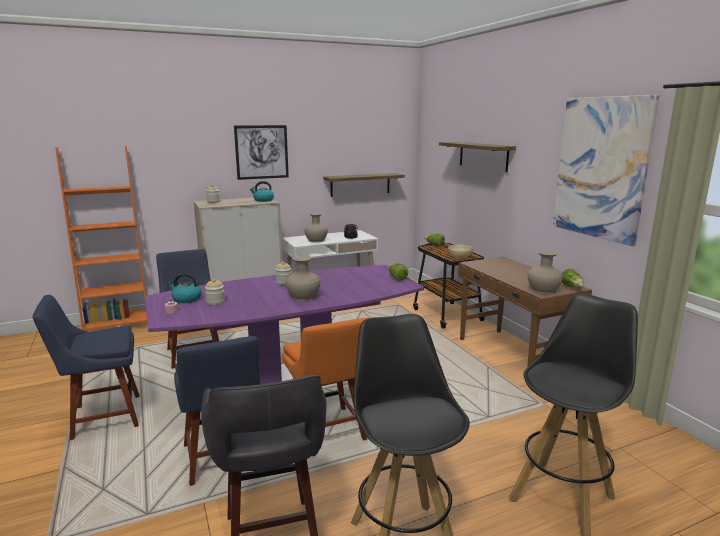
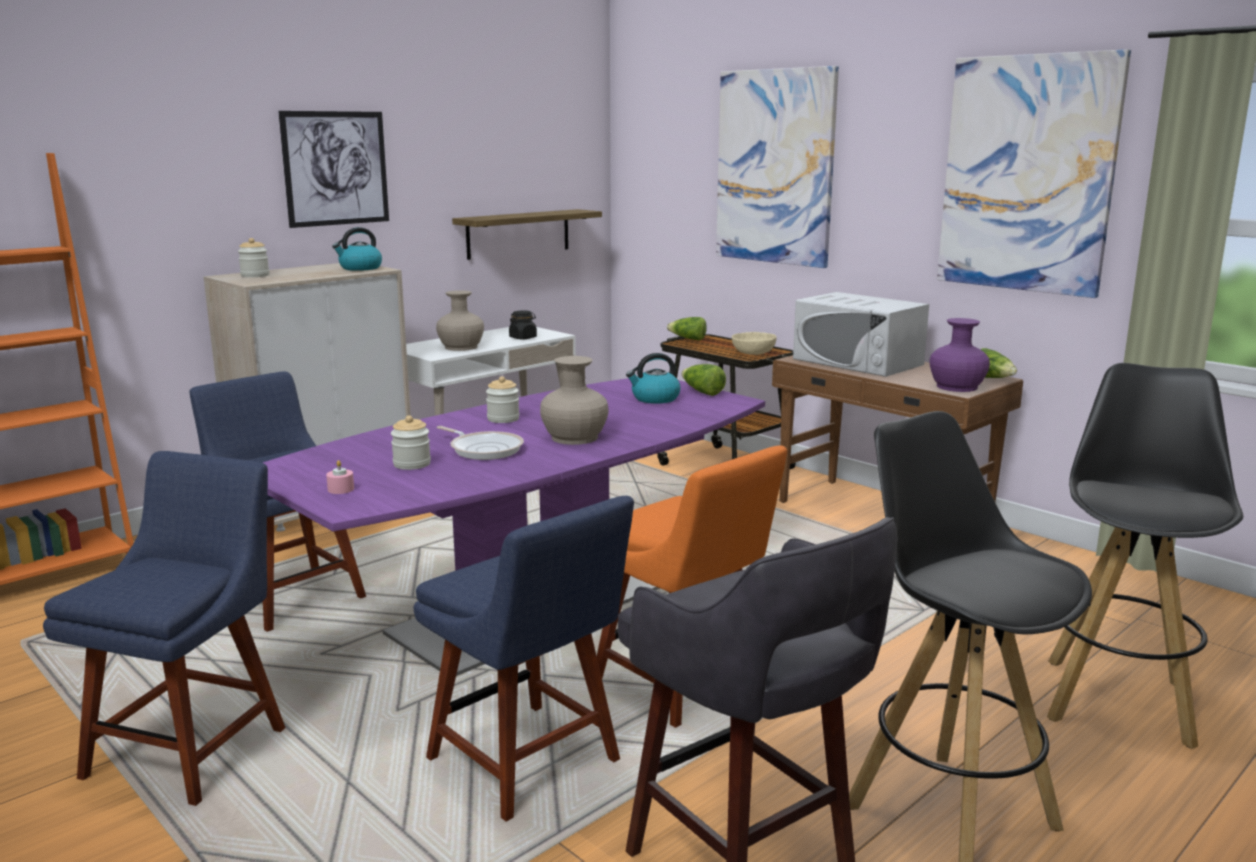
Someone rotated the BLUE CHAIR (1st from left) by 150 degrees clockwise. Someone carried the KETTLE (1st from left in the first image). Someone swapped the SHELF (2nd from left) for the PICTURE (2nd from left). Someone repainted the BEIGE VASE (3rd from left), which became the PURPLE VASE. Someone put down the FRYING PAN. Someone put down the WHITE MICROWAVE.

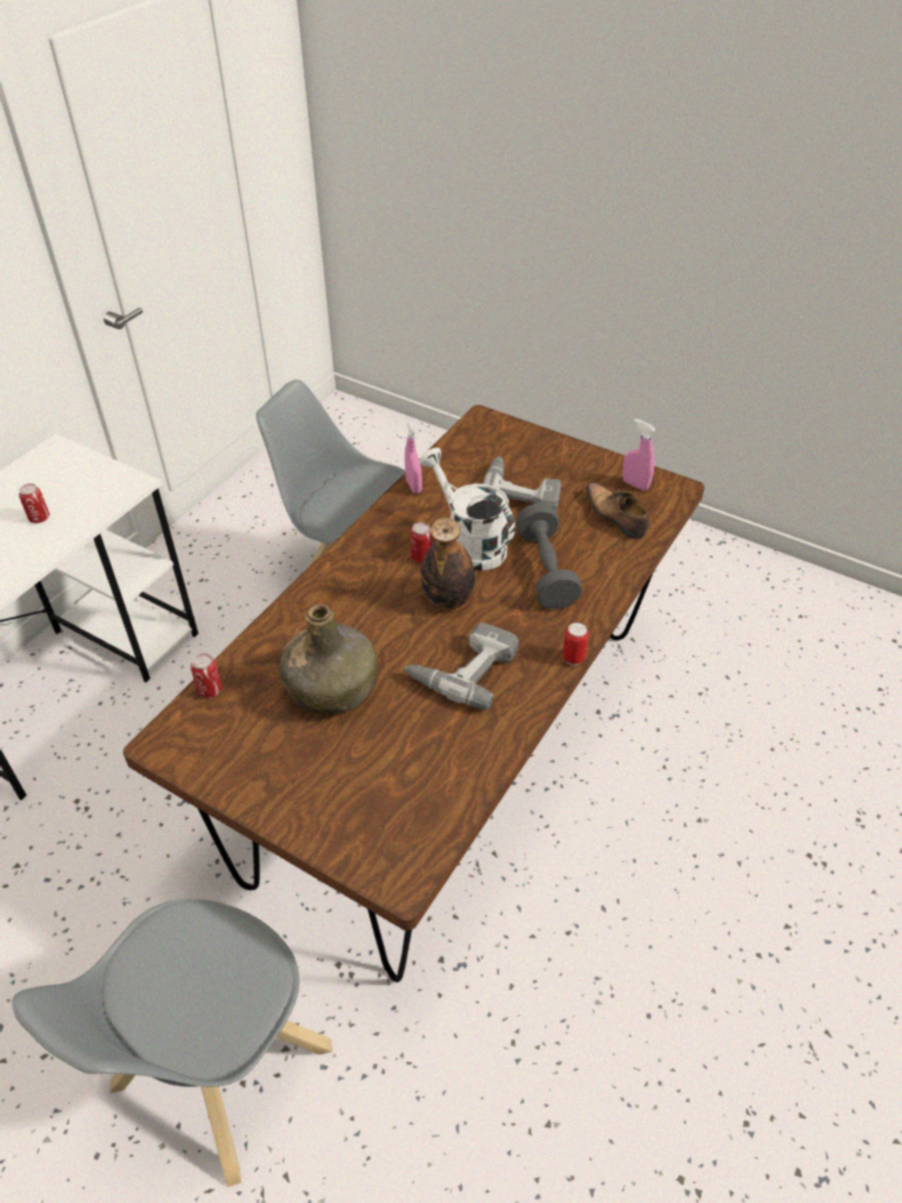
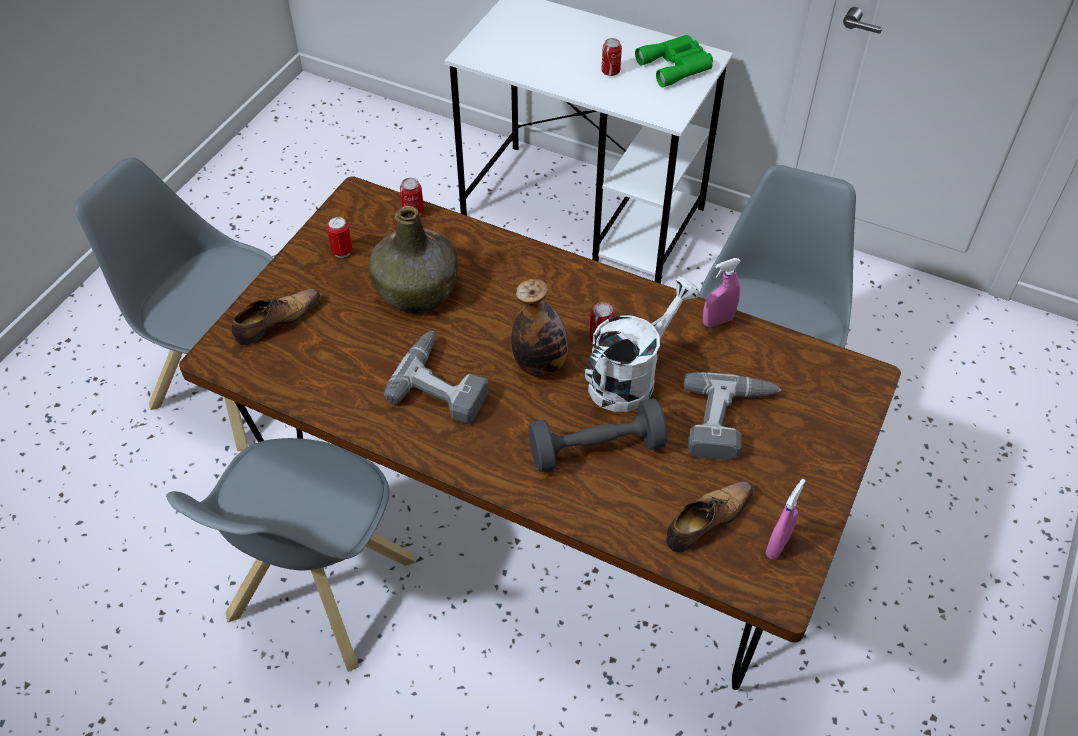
Someone carried the CAN (4th from left in the first image). Someone put down the GREY CHAIR (2nd from left). Someone put down the SHOE (1st from left). Someone put down the GREEN BINOCULARS.

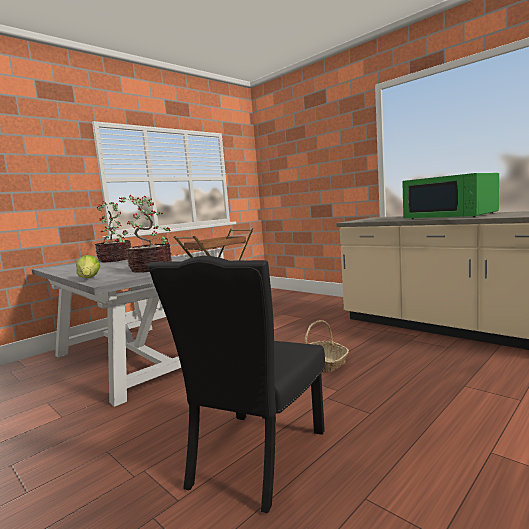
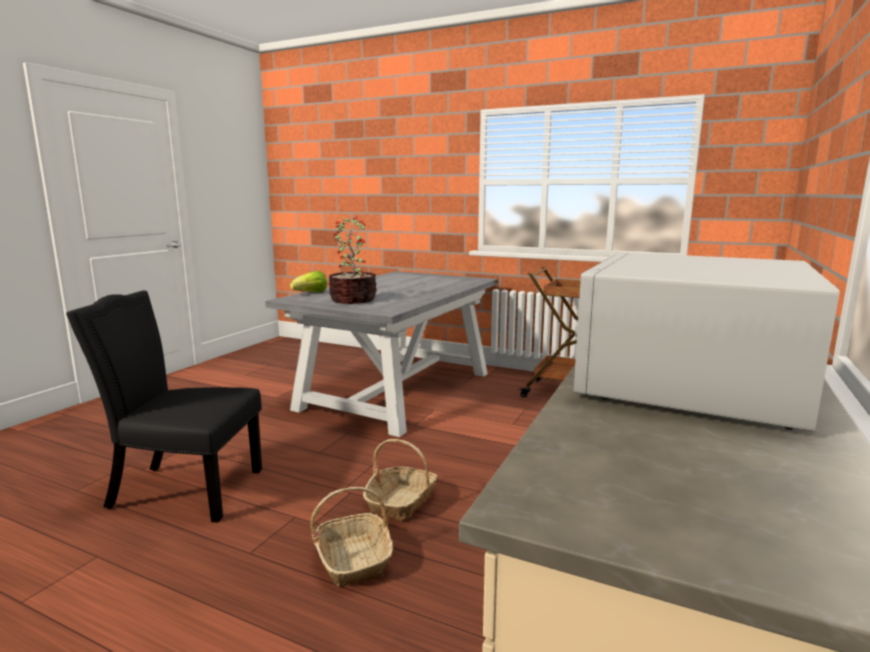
Someone took away the POTTED PLANT (1st from left). Someone repainted the GREEN MICROWAVE, which became the WHITE MICROWAVE. Someone put down the BASKET (1st from left).

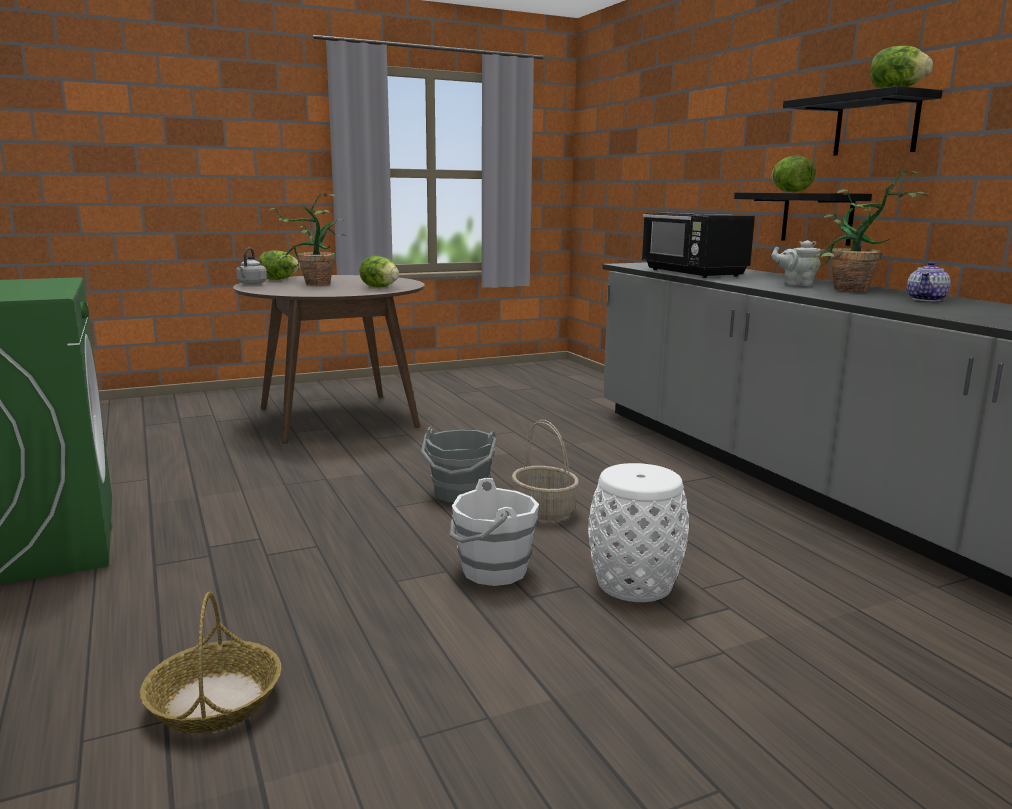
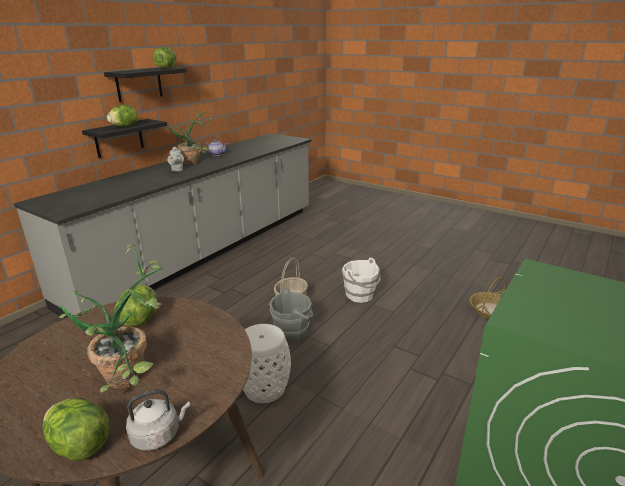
Someone carried the WHITE STOOL. Someone took away the BLACK MICROWAVE.

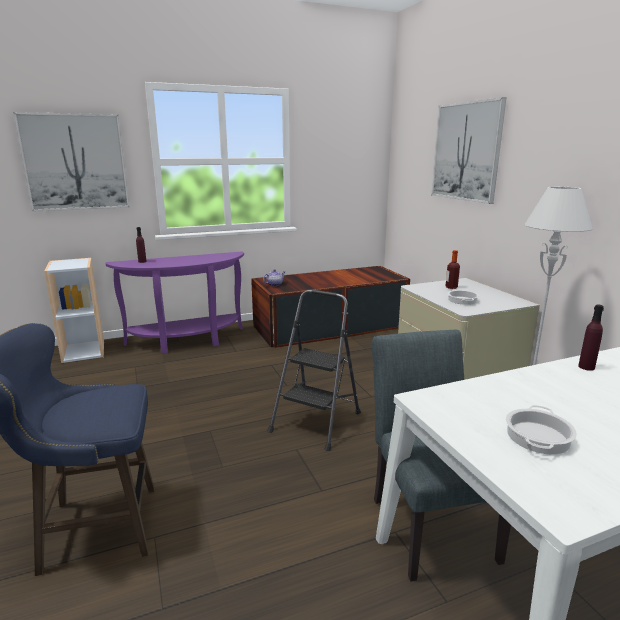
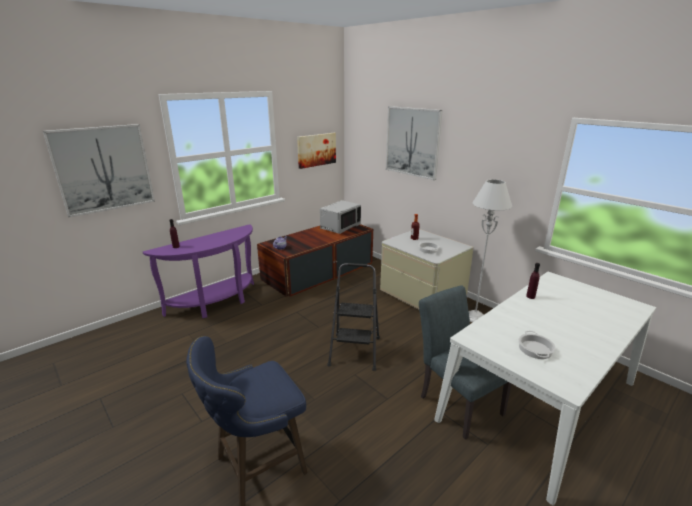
Someone took away the BOOKCASE. Someone put up the PICTURE (2nd from left). Someone put down the GREY MICROWAVE.

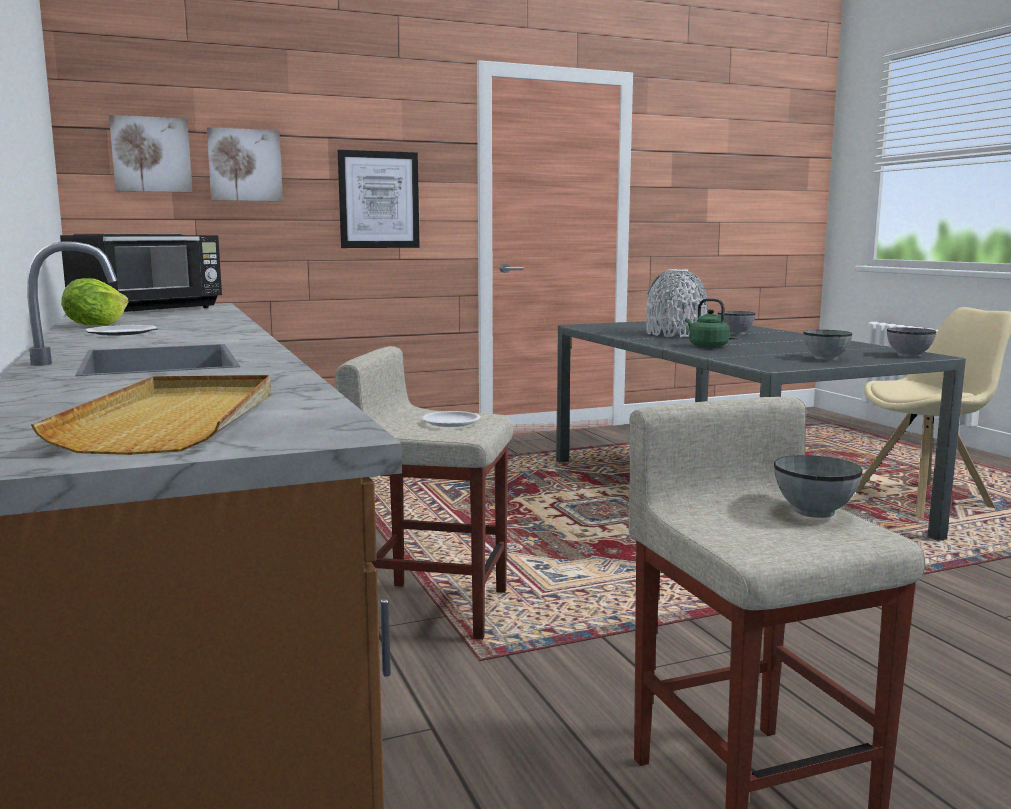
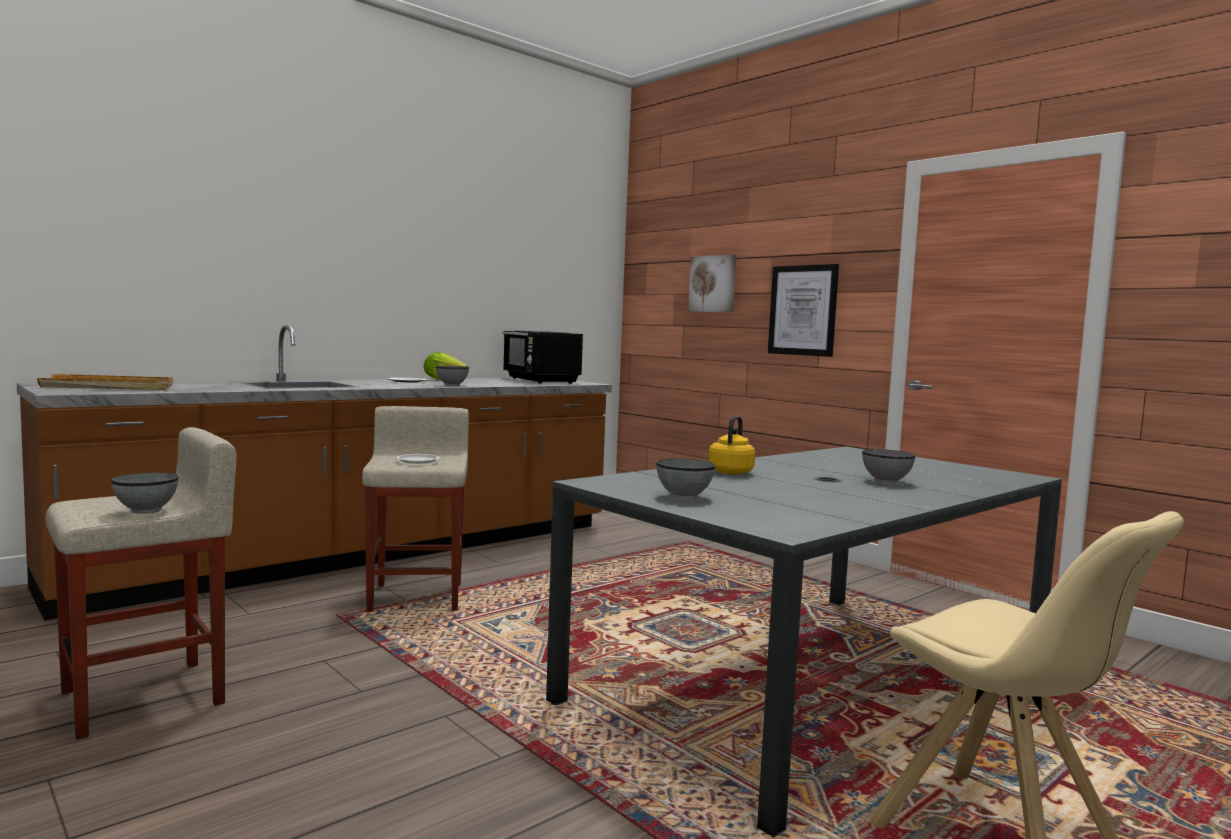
Someone rotated the BLACK MICROWAVE by 45 degrees clockwise. Someone took away the PICTURE (1st from left). Someone took away the GREY VASE. Someone repainted the GREEN KETTLE, which became the YELLOW KETTLE. Someone carried the GREY BOWL (4th from left in the first image).

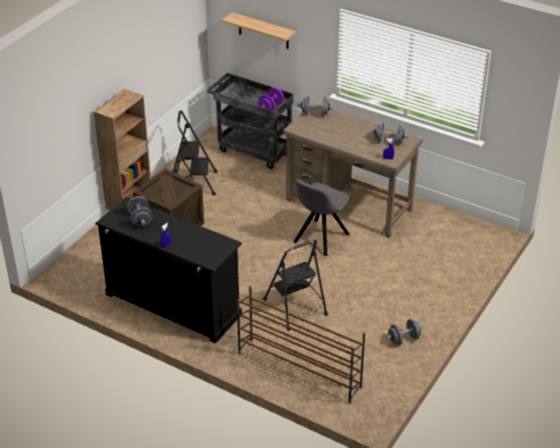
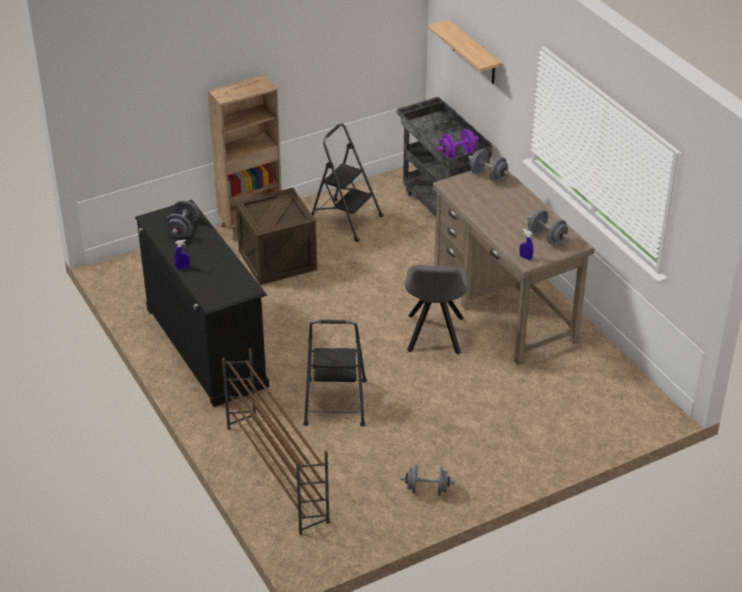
Someone rotated the GREY CHAIR by 60 degrees counterclockwise.

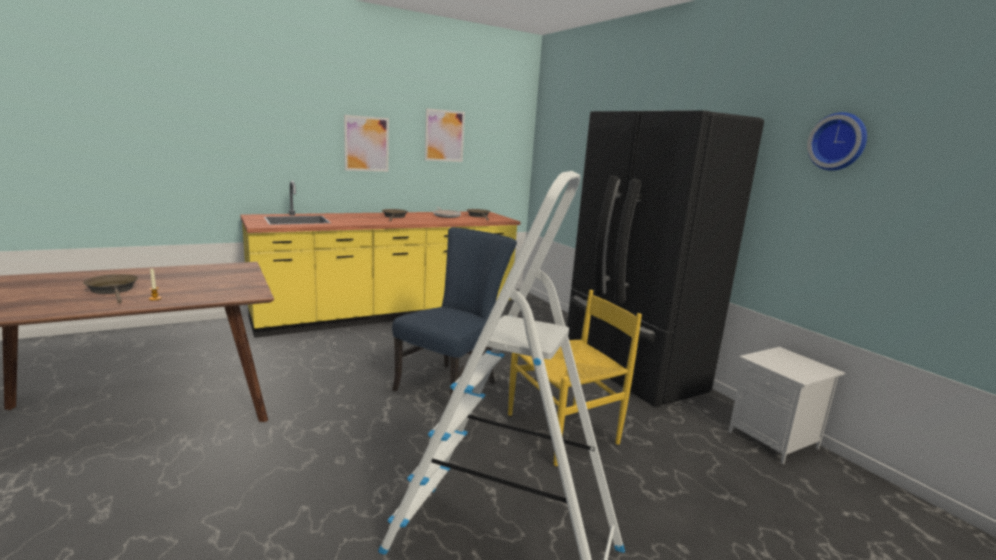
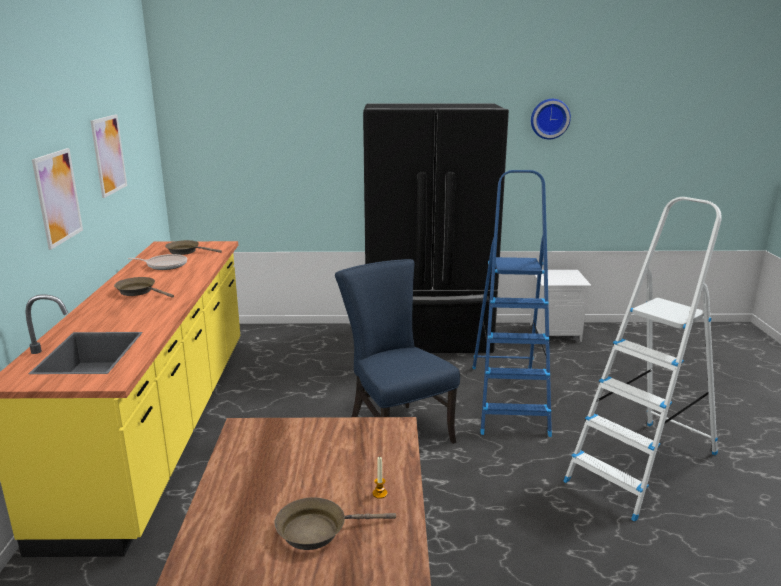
Someone swapped the YELLOW CHAIR for the BLUE STEP LADDER.

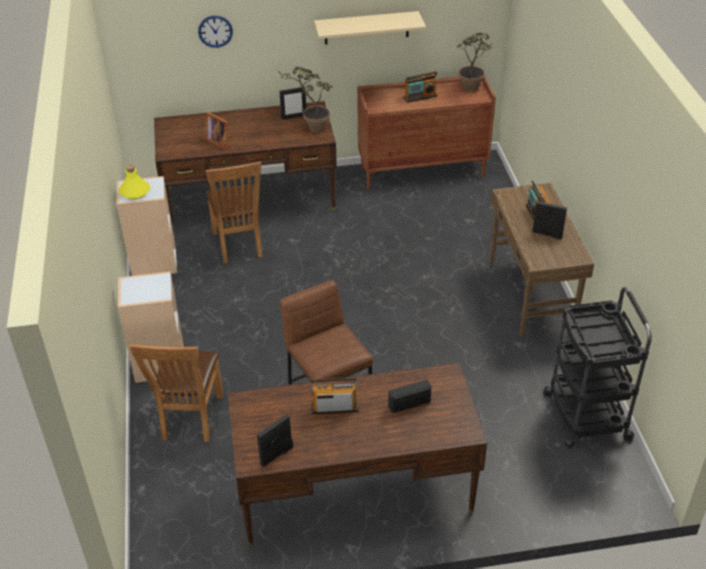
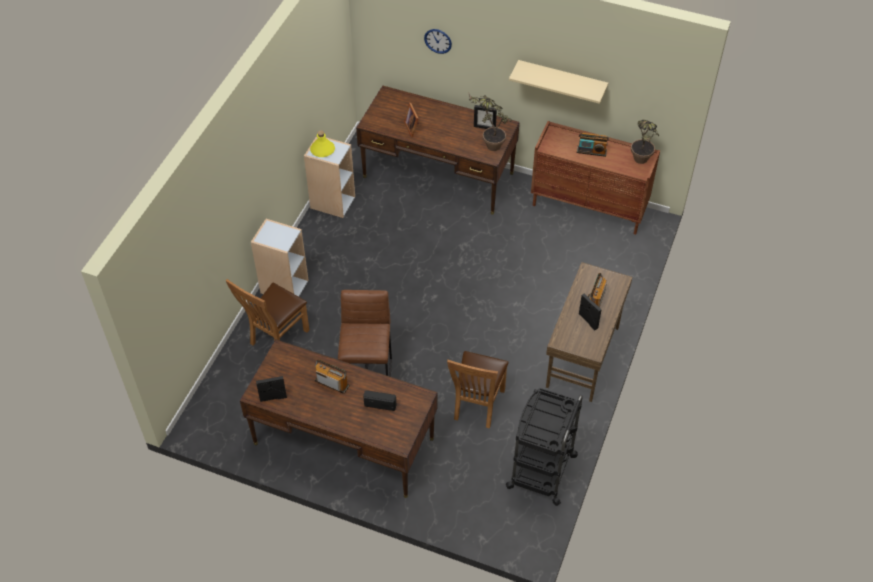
Someone carried the BROWN CHAIR (2nd from left).

